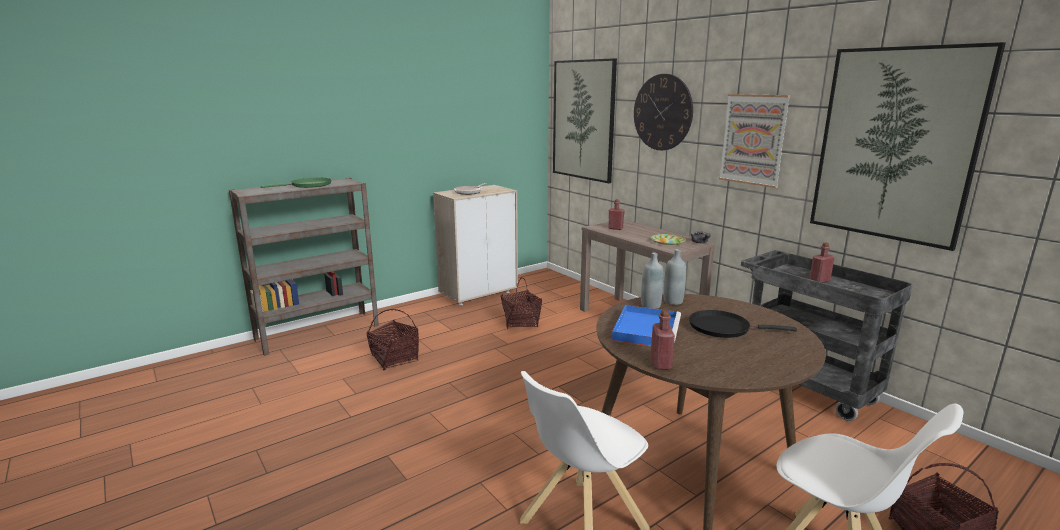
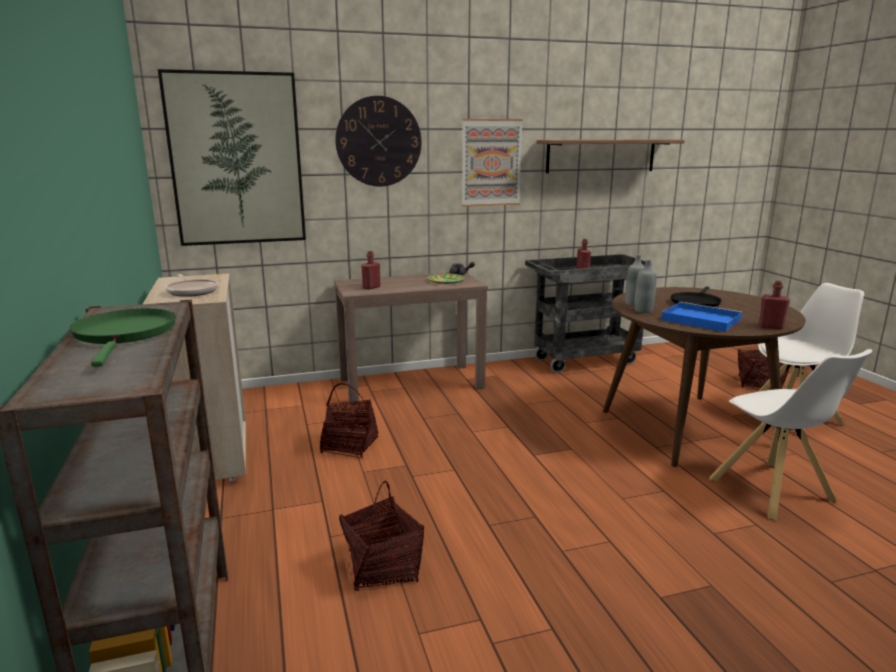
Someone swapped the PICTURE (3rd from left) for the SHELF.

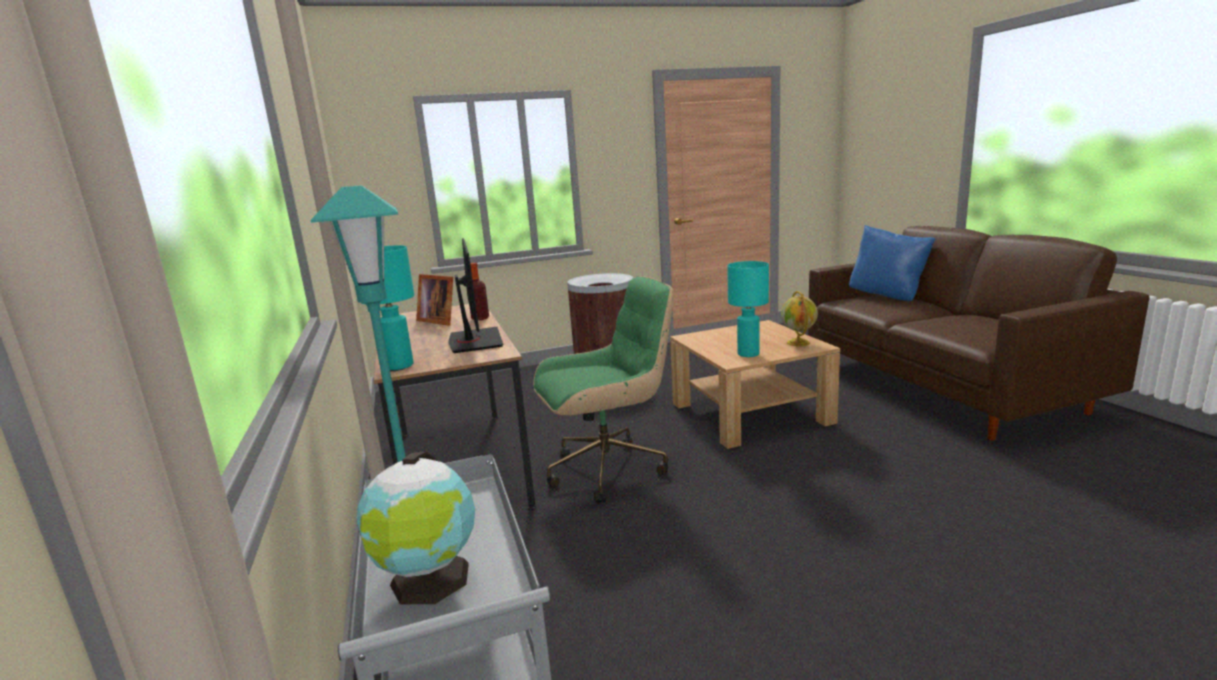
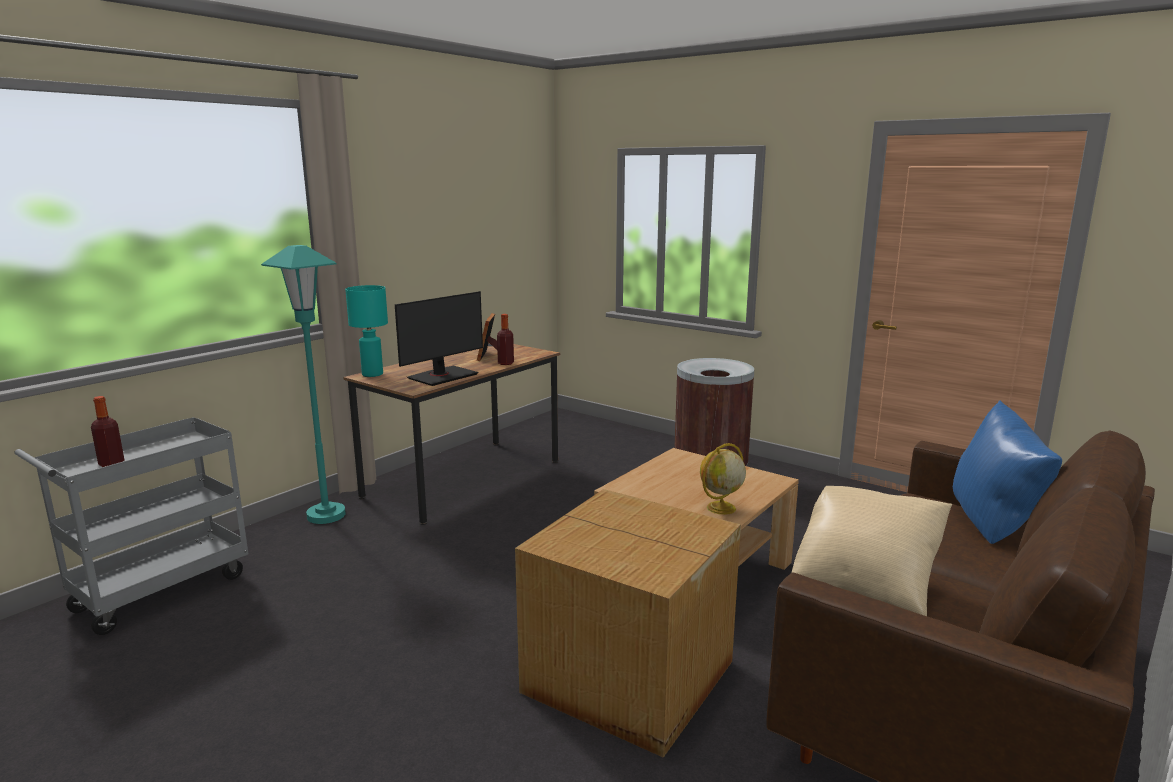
Someone swapped the GLOBE (1st from left) for the BOTTLE (1st from left). Someone took away the GREEN OFFICE CHAIR. Someone took away the TURQUOISE TABLE LAMP (2nd from left). Someone put down the CARDBOARD BOX. Someone put down the BEIGE PILLOW.

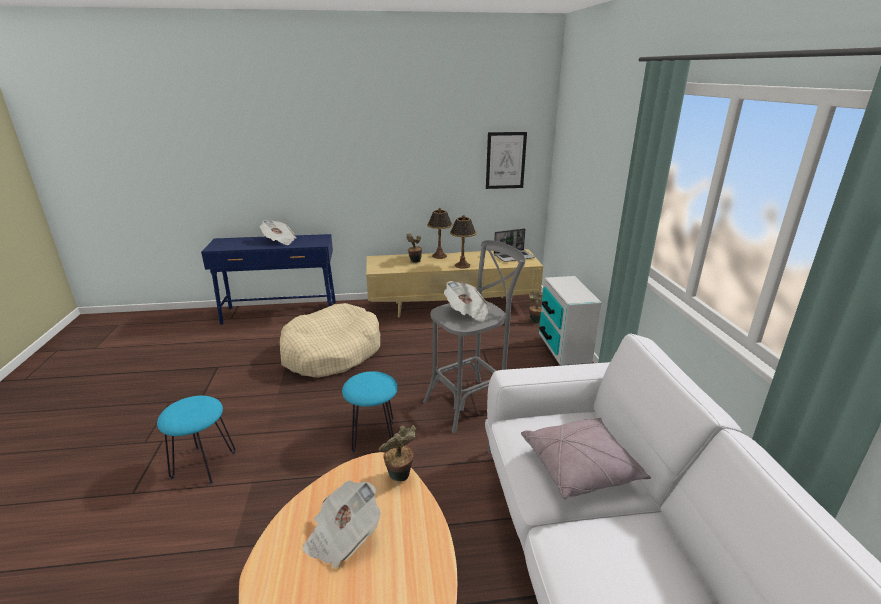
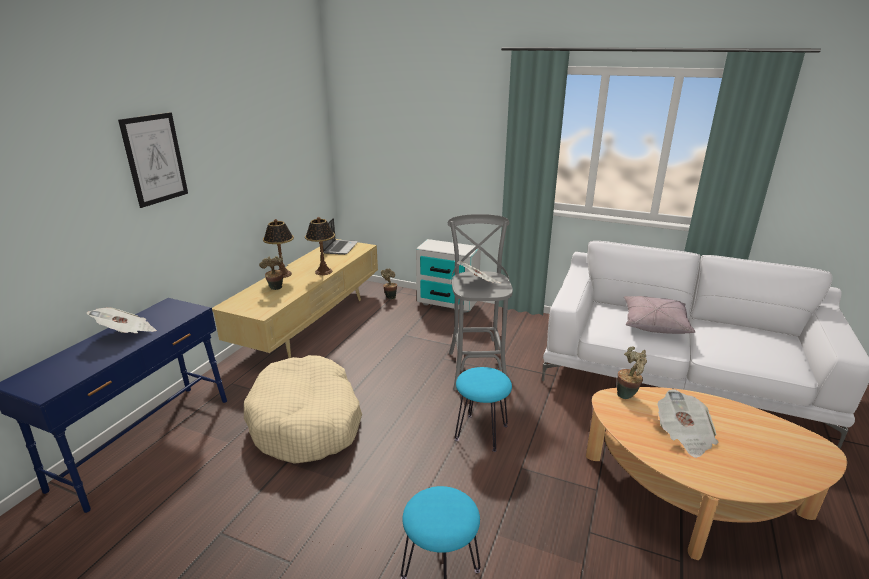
Someone carried the PICTURE.

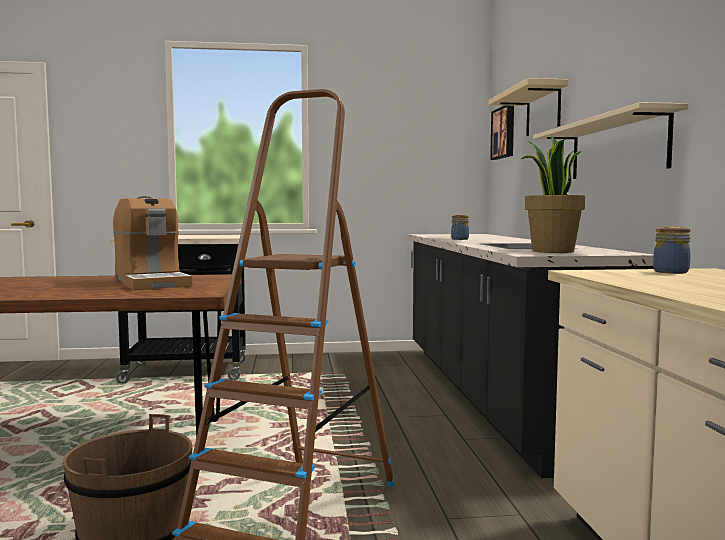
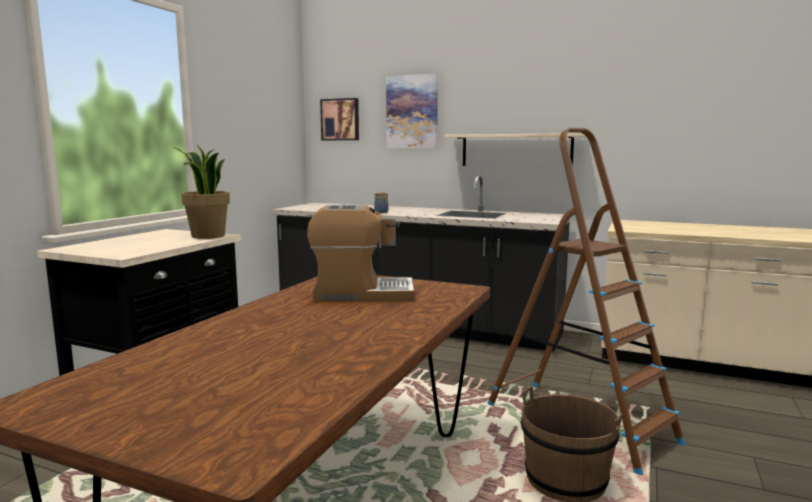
Someone swapped the BEIGE SHELF (1st from left) for the PICTURE (2nd from left). Someone carried the POTTED PLANT. Someone took away the JAR (2nd from left).

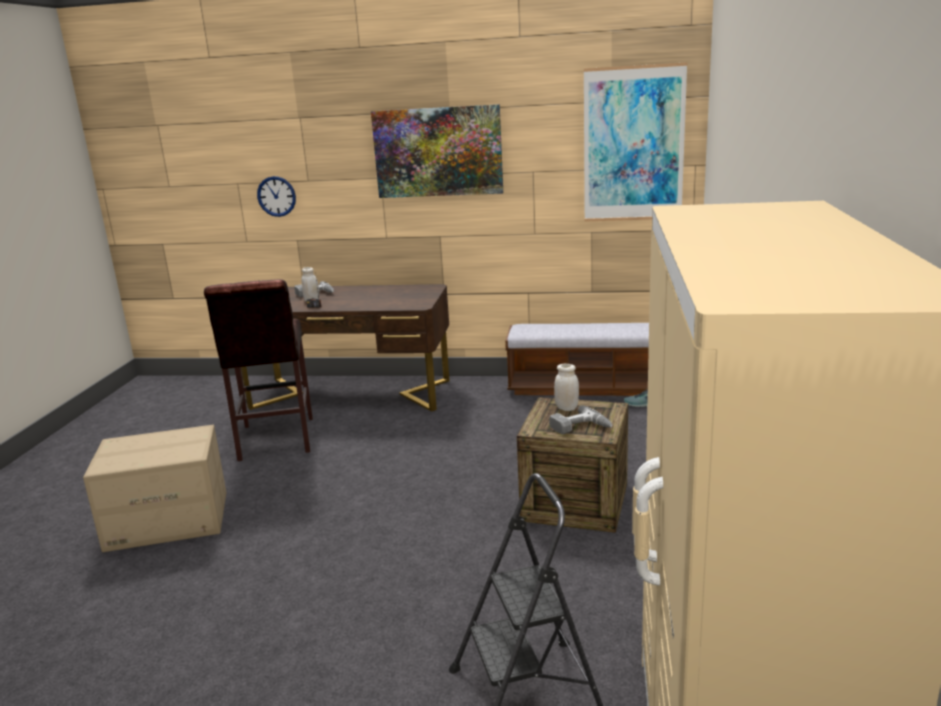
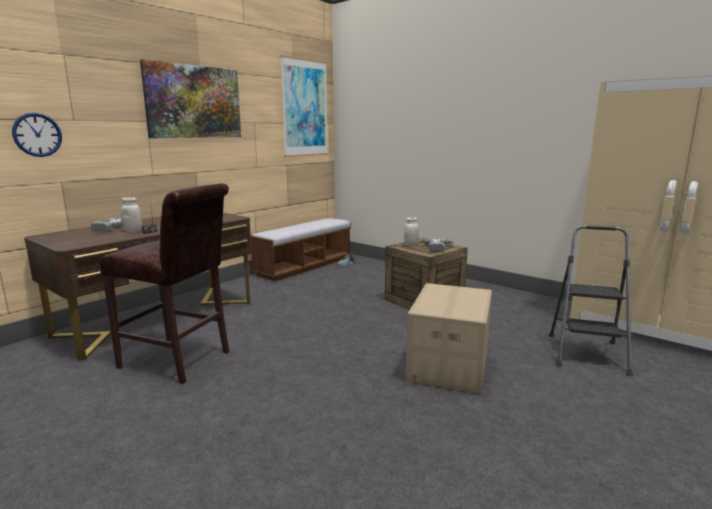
Someone carried the CARDBOARD BOX.

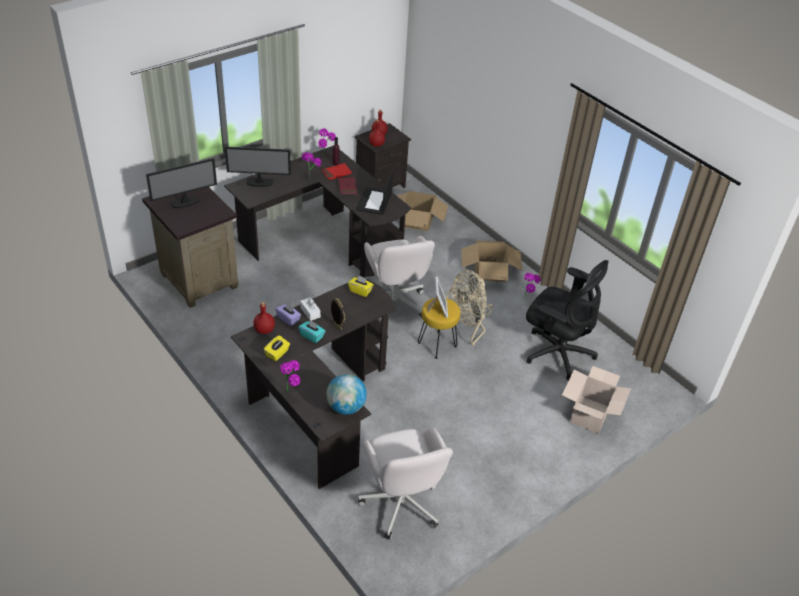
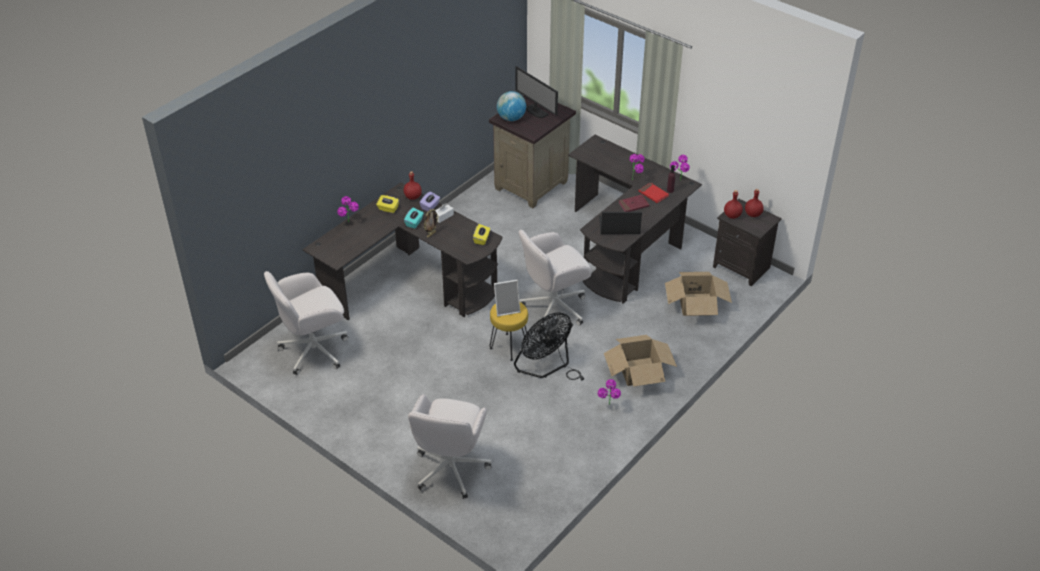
Someone took away the MONITOR (2nd from left). Someone carried the GLOBE. Someone repainted the BEIGE FAN, which became the BLACK FAN. Someone took away the BLACK OFFICE CHAIR. Someone swapped the CARDBOARD BOX (3rd from left) for the WHITE OFFICE CHAIR (2nd from left).

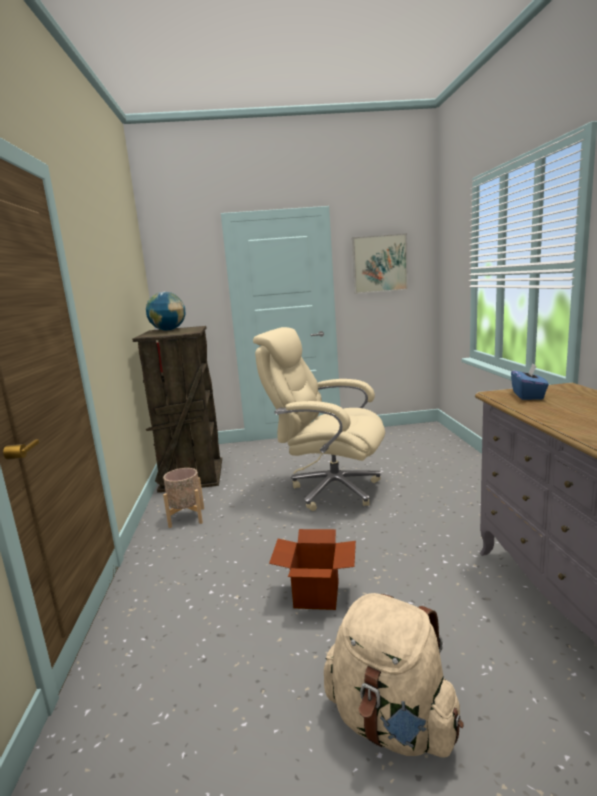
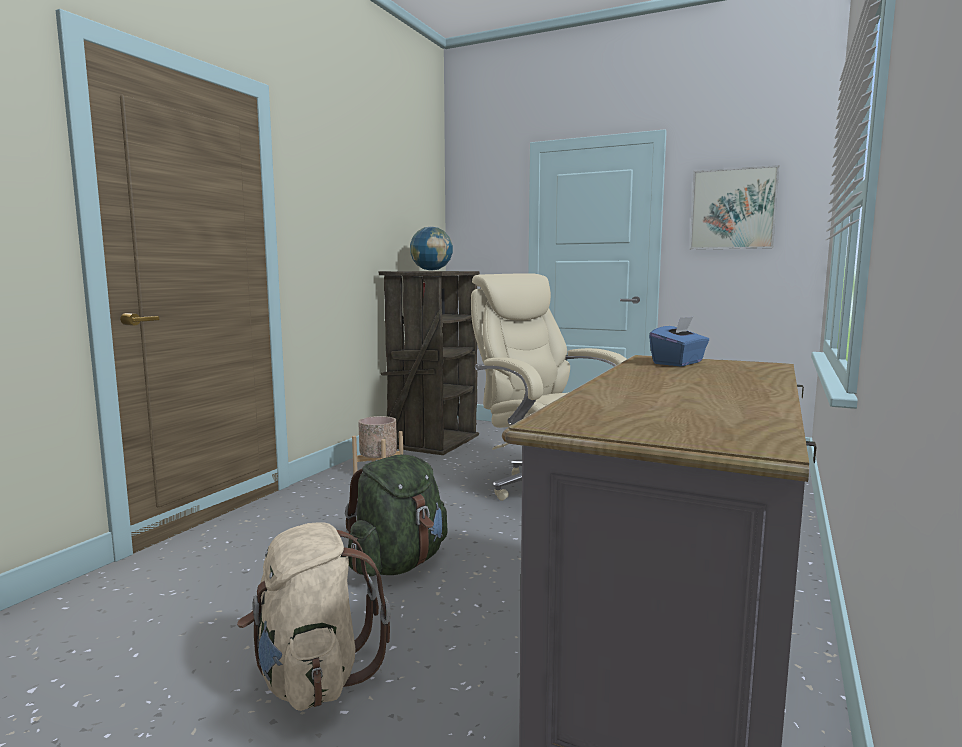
Someone swapped the CARDBOARD BOX for the GREEN BACKPACK.

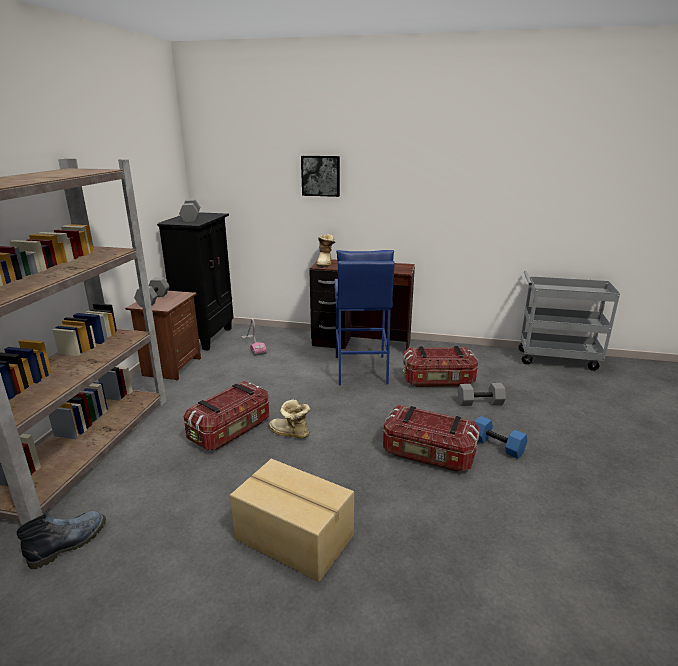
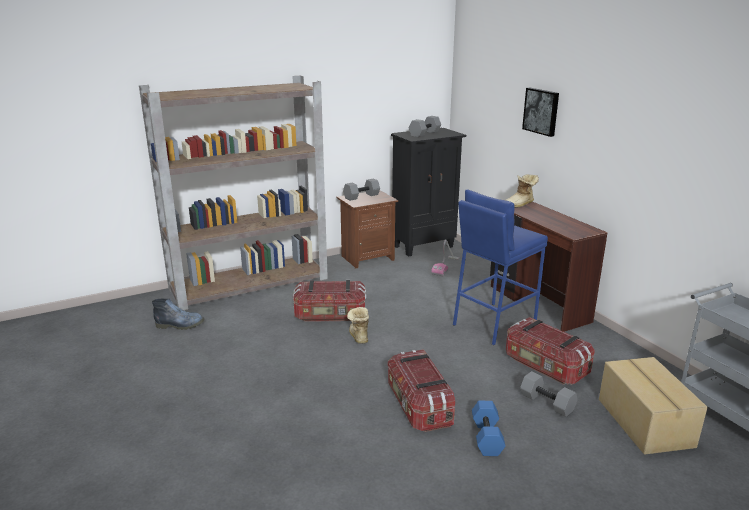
Someone carried the CARDBOARD BOX.

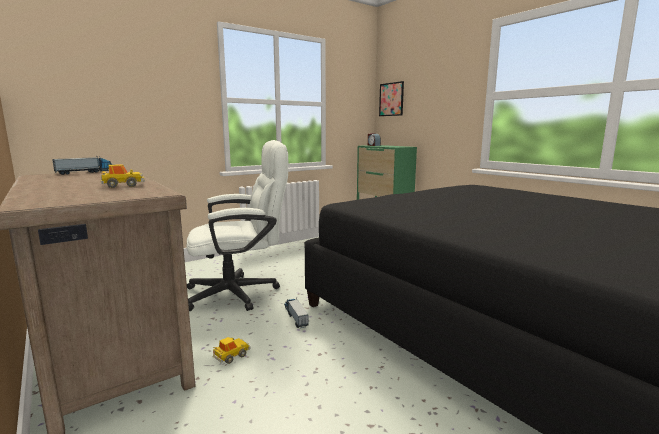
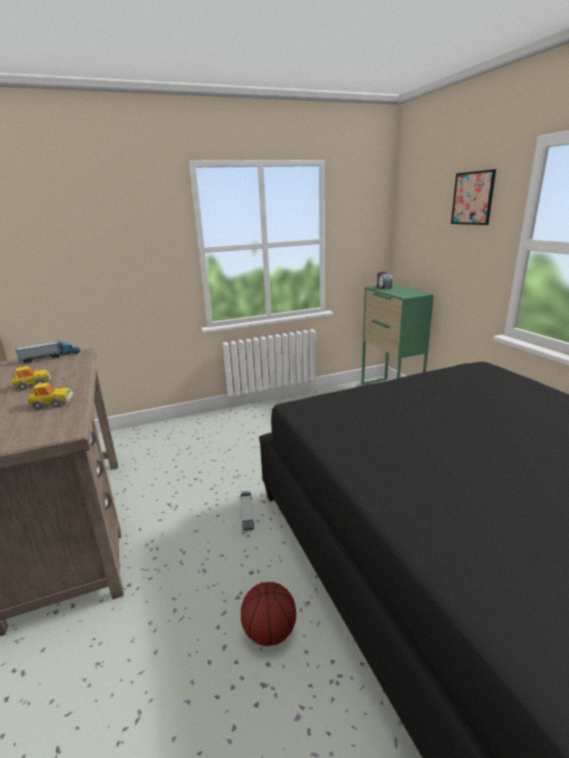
Someone took away the WHITE OFFICE CHAIR. Someone carried the TOY CAR (2nd from left in the first image). Someone carried the PICTURE. Someone put down the BASKETBALL.

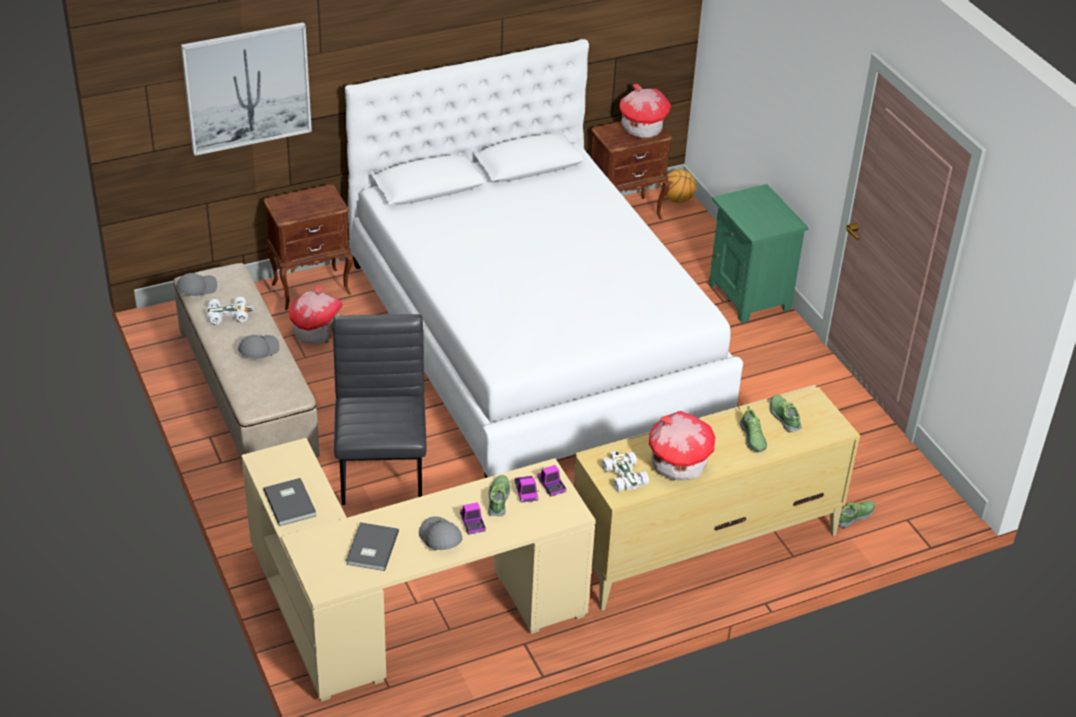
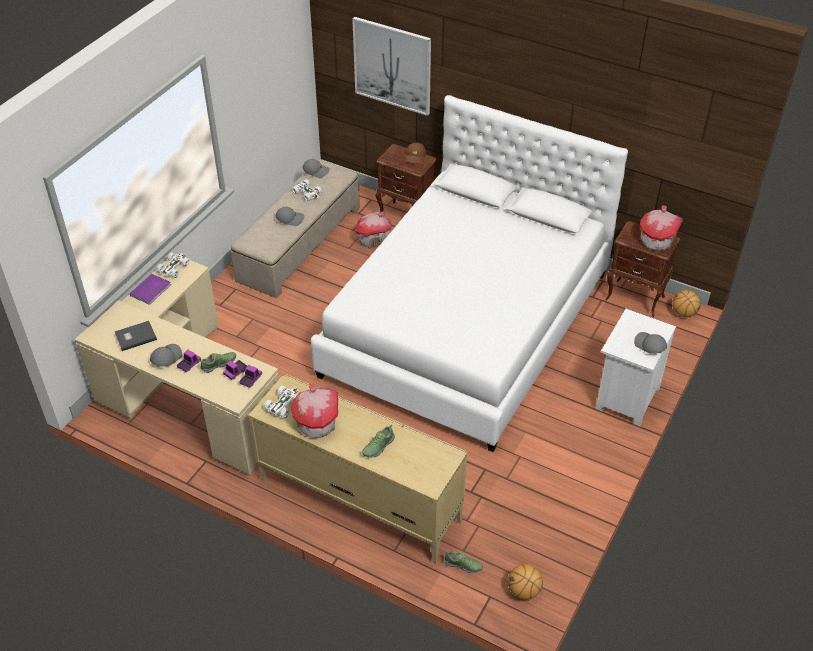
Someone repainted the GREY BOOK (1st from left), which became the PURPLE BOOK. Someone took away the GREY CHAIR. Someone repainted the GREEN NIGHTSTAND, which became the WHITE NIGHTSTAND. Someone took away the SHOE (3rd from left). Someone put down the WHITE TOY CAR (1st from left). Someone put down the BROWN CAP. Someone put down the BASKETBALL (1st from left). Someone put down the GREY CAP (4th from left).

